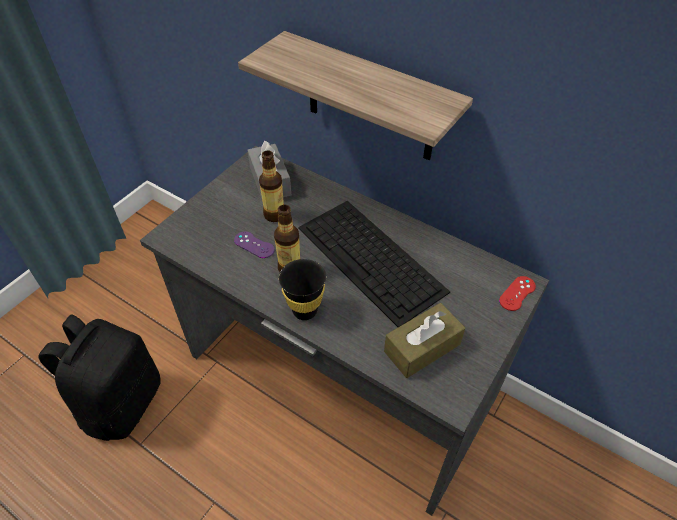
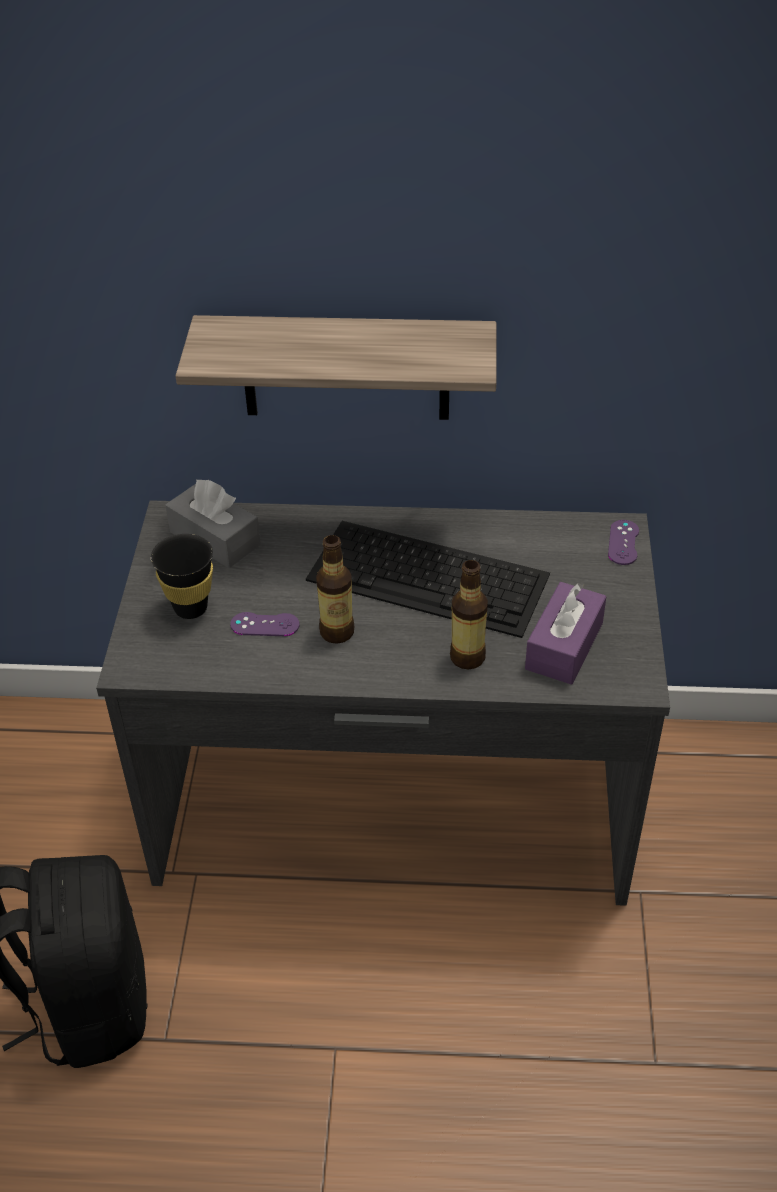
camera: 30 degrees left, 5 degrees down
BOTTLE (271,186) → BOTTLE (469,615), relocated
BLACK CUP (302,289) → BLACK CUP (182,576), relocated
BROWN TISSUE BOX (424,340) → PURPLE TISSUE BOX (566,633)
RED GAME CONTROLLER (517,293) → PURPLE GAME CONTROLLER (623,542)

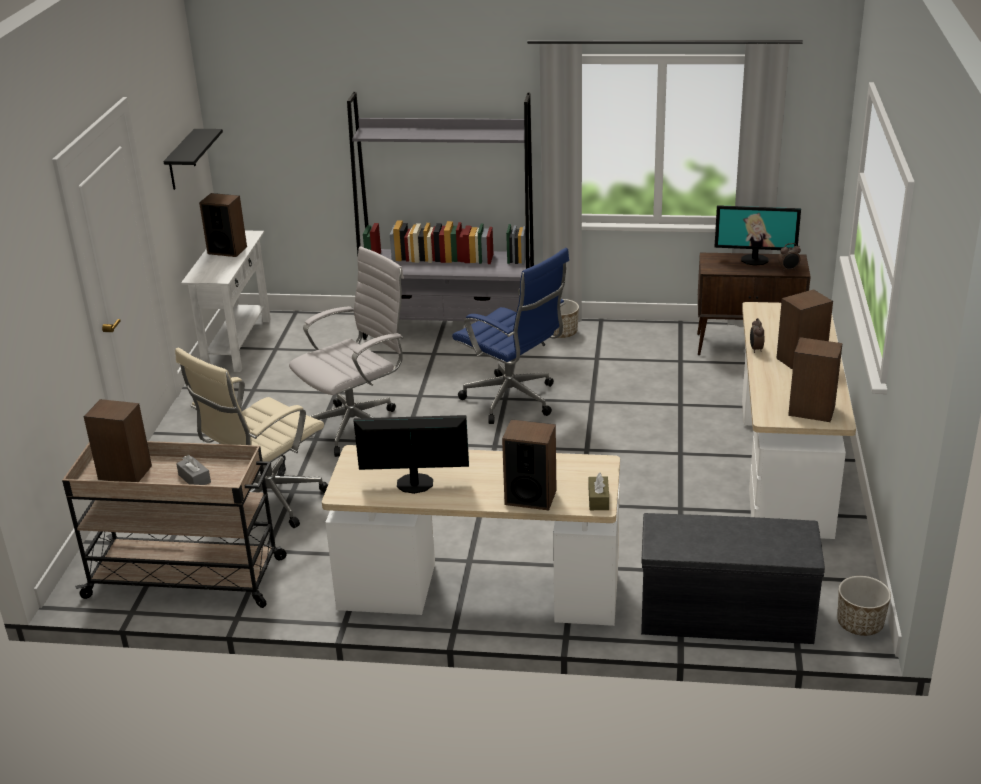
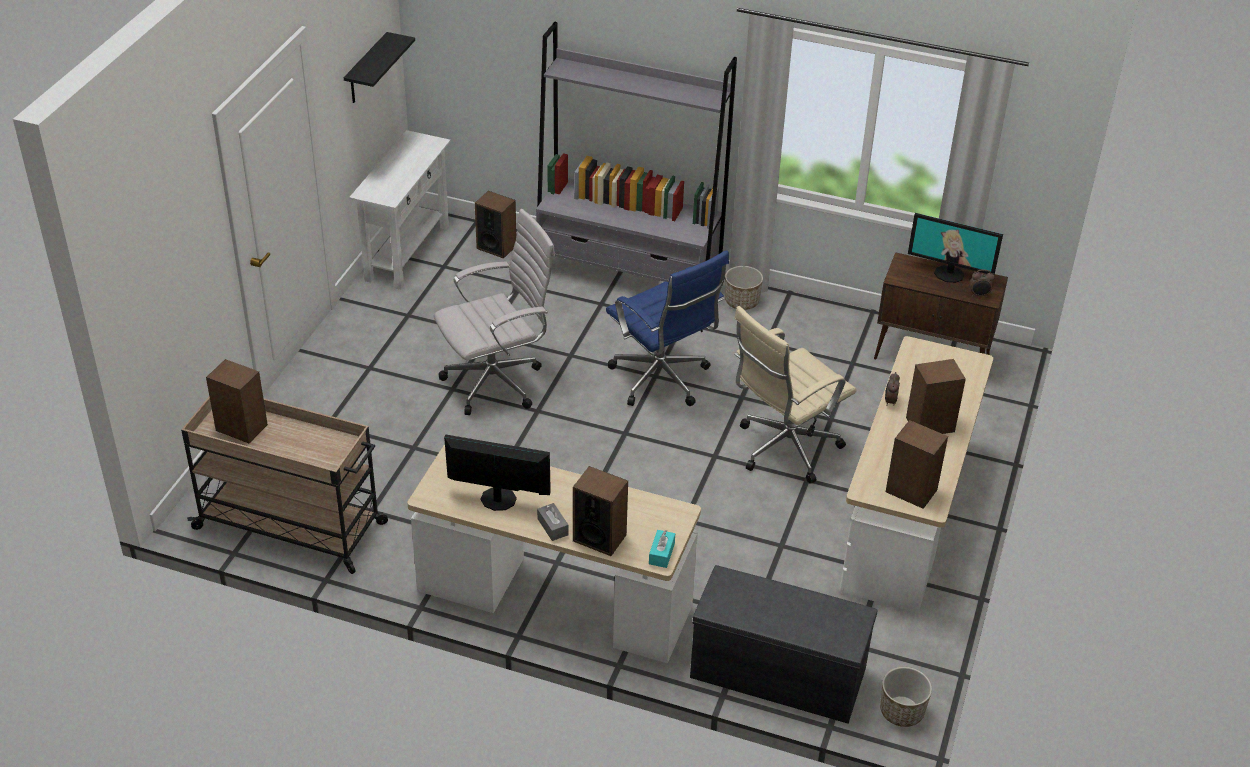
camera: 10 degrees right, 10 degrees up
BEIGE OFFICE CHAIR (251,438) → BEIGE OFFICE CHAIR (795,395), relocated
GREY TISSUE BOX (193,470) → GREY TISSUE BOX (553,522), relocated
SPEAKER (223,225) → SPEAKER (495,225), relocated
BROWN TISSUE BOX (599,491) → TURQUOISE TISSUE BOX (662,549)

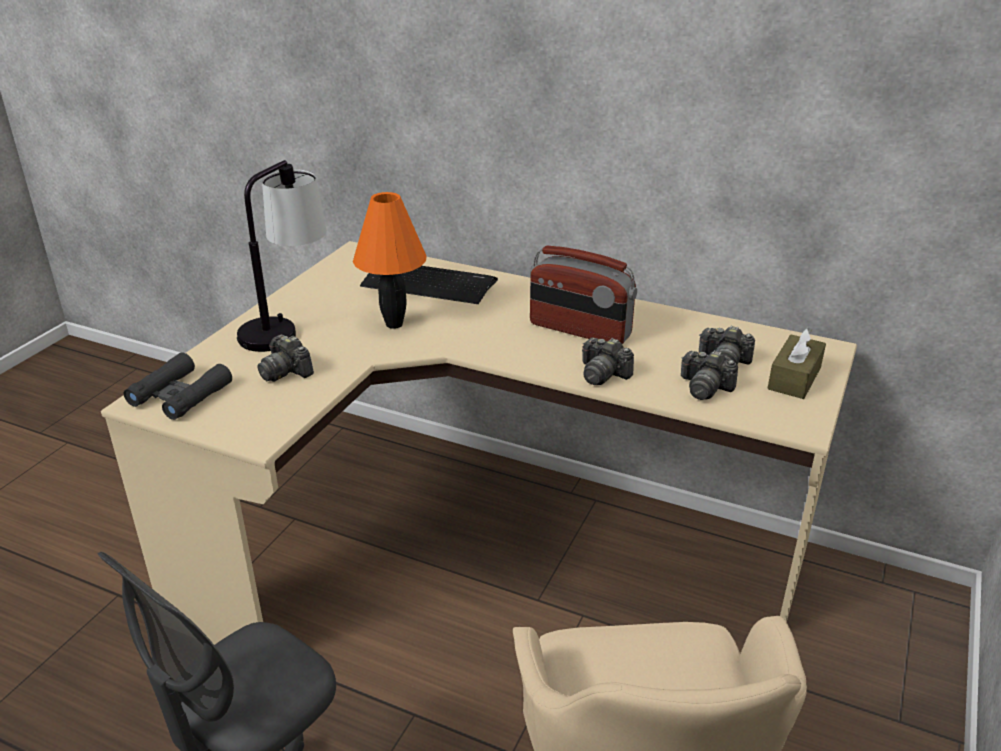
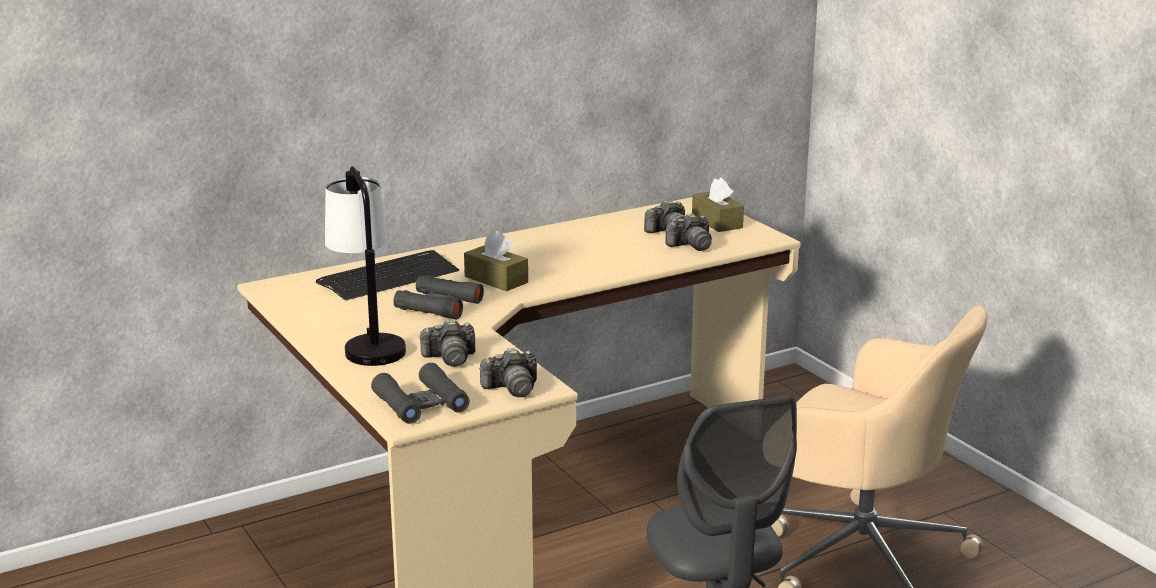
camera: 55 degrees left, 10 degrees down
RADIO (583,295) → -
- → BROWN TISSUE BOX (496,261)
PHOTO CAMERA (608,361) → PHOTO CAMERA (508,372), relocated
ORANGE TABLE LAMP (389,260) → BLACK BINOCULARS (438,297)

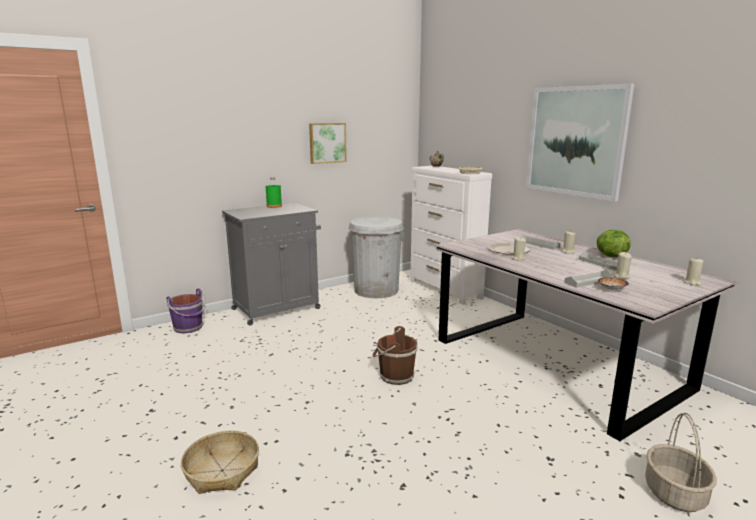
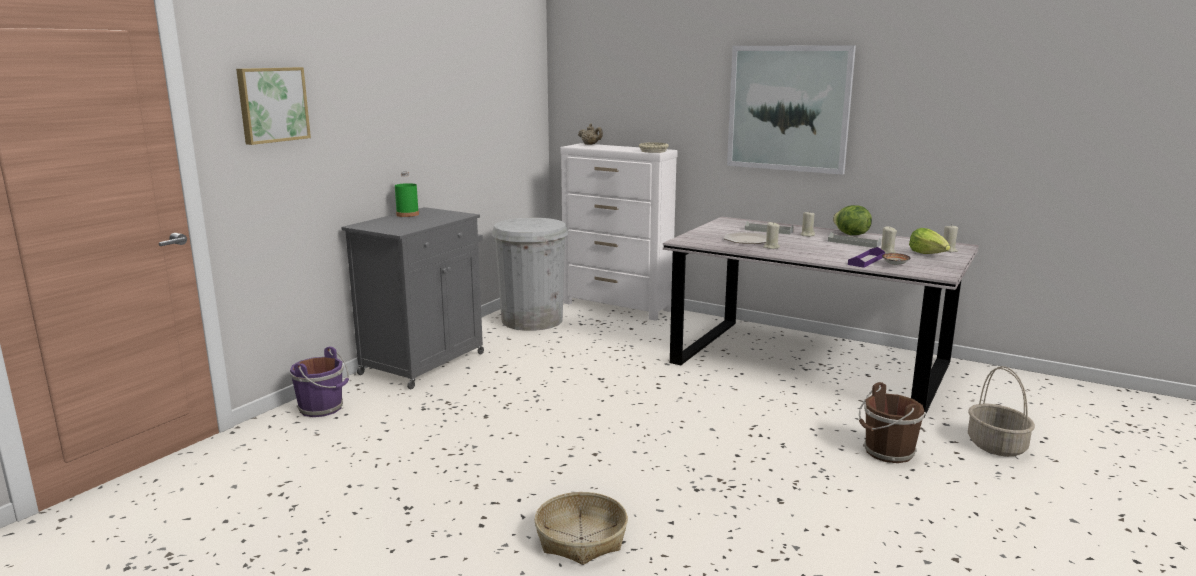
camera: 25 degrees left, 0 degrees up
- → LETTUCE (929,241)
PICTURE (328,143) → PICTURE (273,106), relocated
BROWN BUCKET (395,355) → BROWN BUCKET (892,422), relocated
GREY TRAY (589,279) → PURPLE TRAY (866,257)

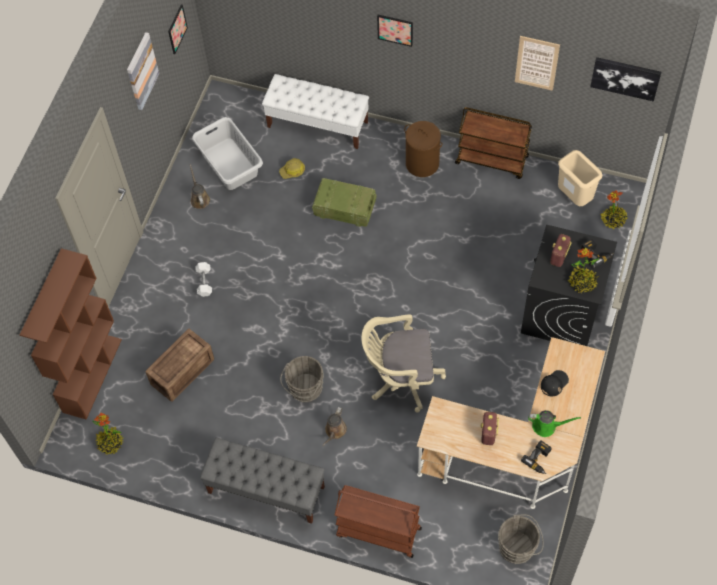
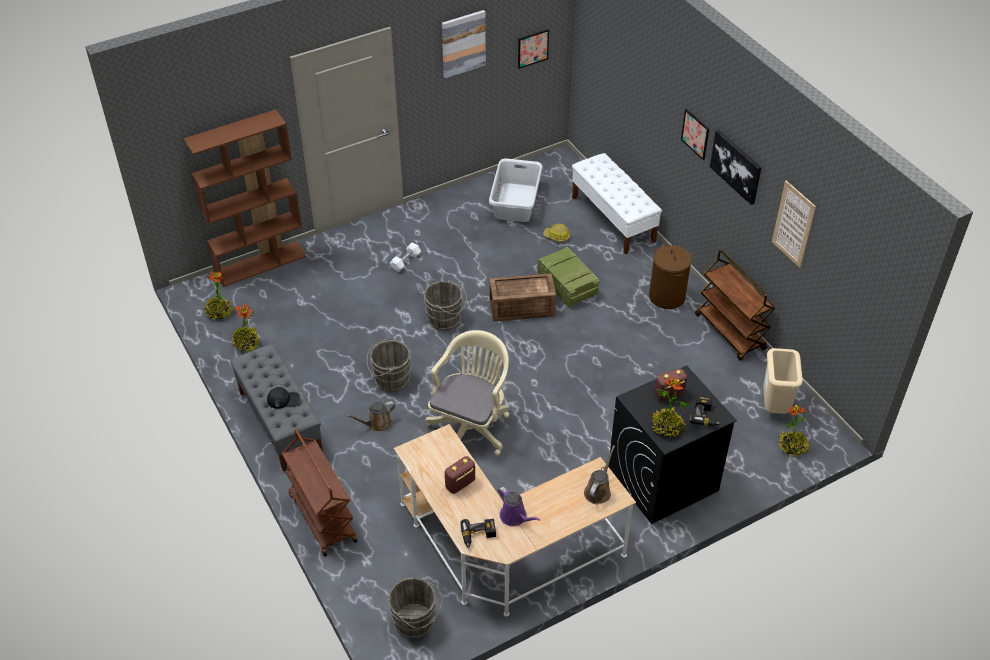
camera: 40 degrees right, 15 degrees down
- → POTTED PLANT (245,327)
- → GREY BUCKET (445,305)
CRATE (179,365) → CRATE (523,297), relocated
BROWN WATERING CAN (200,186) → BROWN WATERING CAN (599,474), relocated
BLACK CAP (555,383) → BLACK CAP (283,398), relocated
PICTURE (625,79) → PICTURE (736,167), relocated
GREEN WATERING CAN (554,423) → PURPLE WATERING CAN (519,507)
BEIGE OFFICE CHAIR (403,363) → BEIGE OFFICE CHAIR (467,393), 75 degrees clockwise

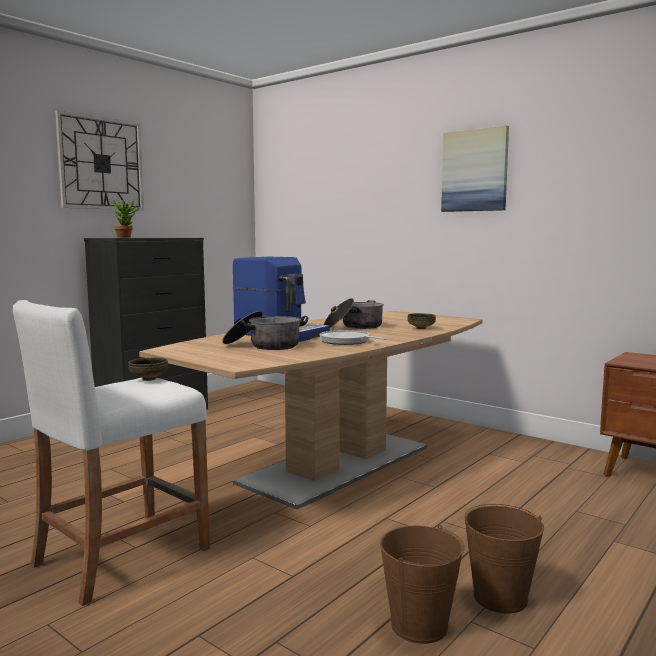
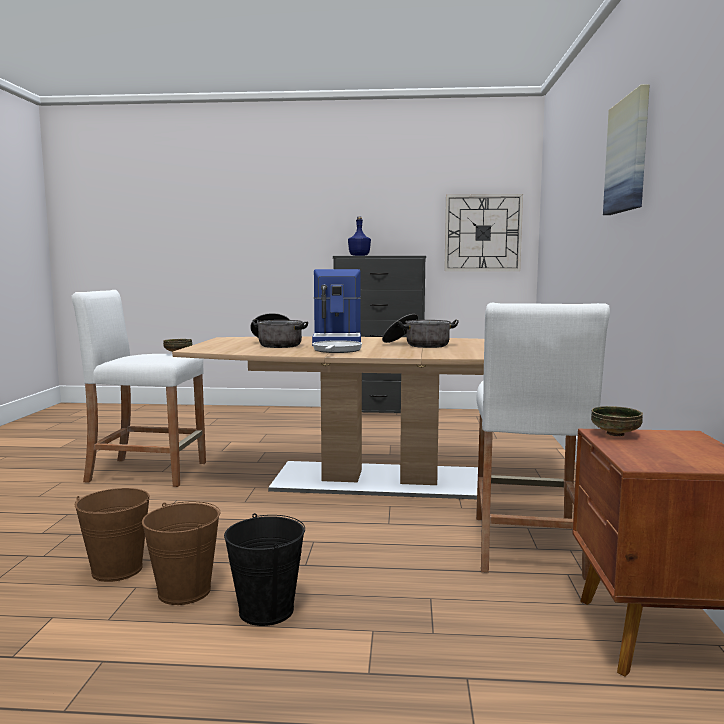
camera: 55 degrees right, 0 degrees up
- → BLACK BUCKET (264,569)
- → WHITE STOOL (543,441)
WALL CLOCK (99,160) → WALL CLOCK (483,232), relocated
BOWL (421,321) → BOWL (617,421), relocated
POTTED PLANT (126,218) → BLUE BOTTLE (359,236)

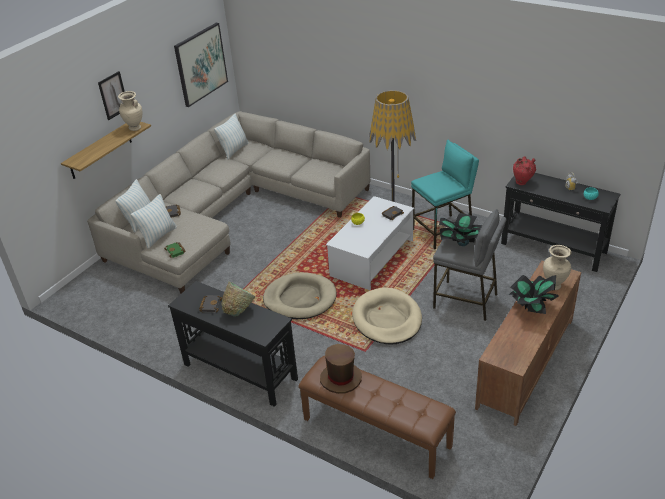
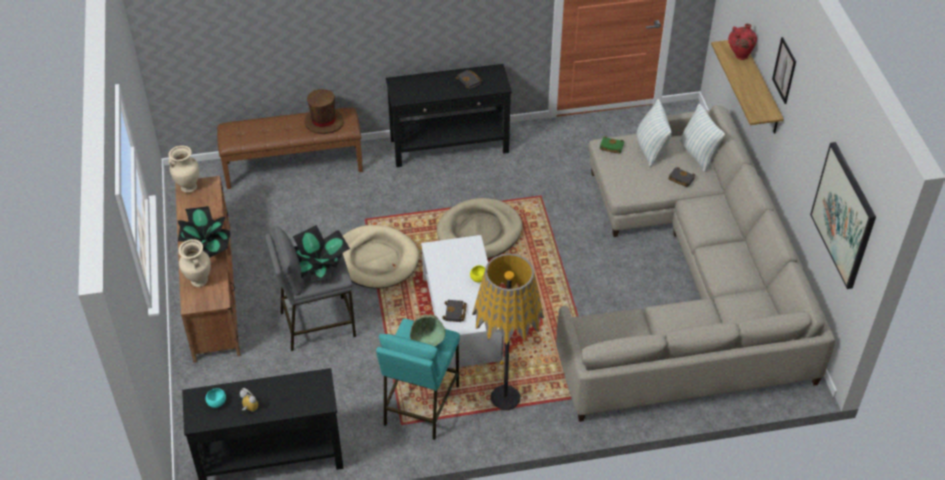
camera: 135 degrees right, 10 degrees up
PILLOW (231,136) → -
BEIGE VASE (130,111) → BEIGE VASE (183,169), relocated
GREEN BOWL (238,299) → GREEN BOWL (428,330), relocated
RED VASE (524,170) → RED VASE (742,42), relocated

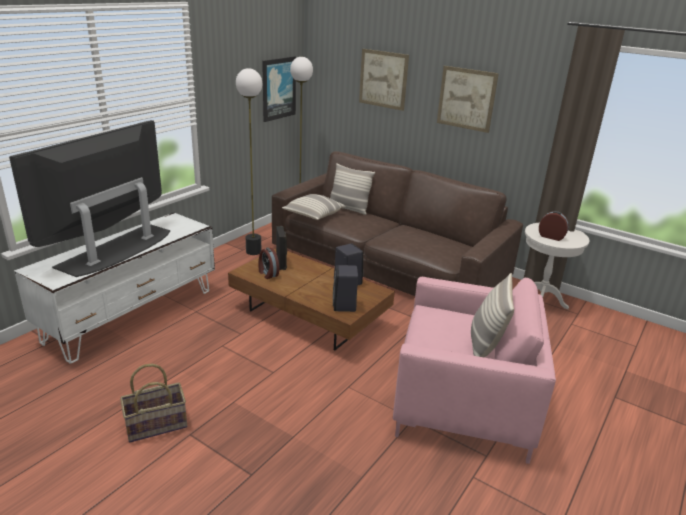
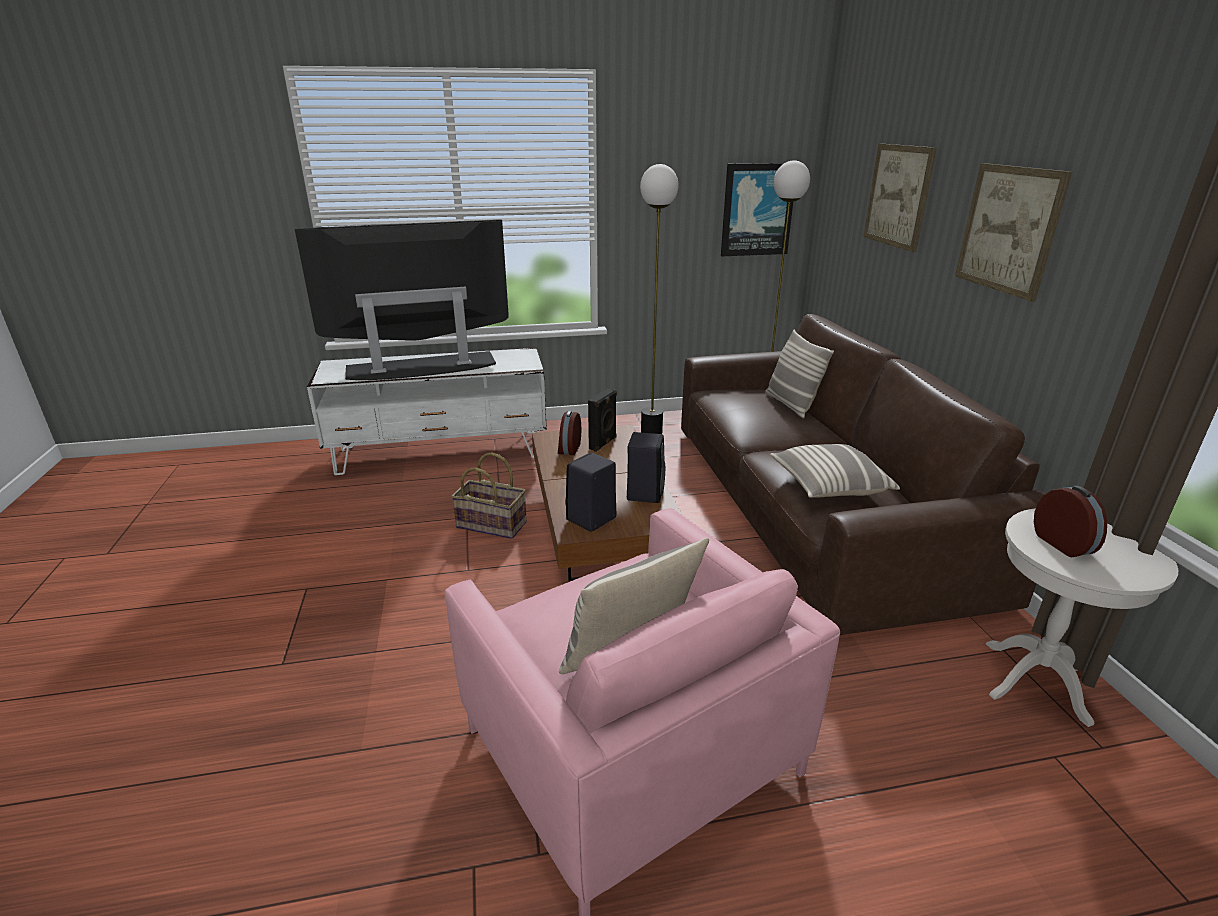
camera: 45 degrees right, 0 degrees up
BASKET (153,403) → BASKET (489,495), relocated
PILLOW (314,207) → PILLOW (835,471), relocated

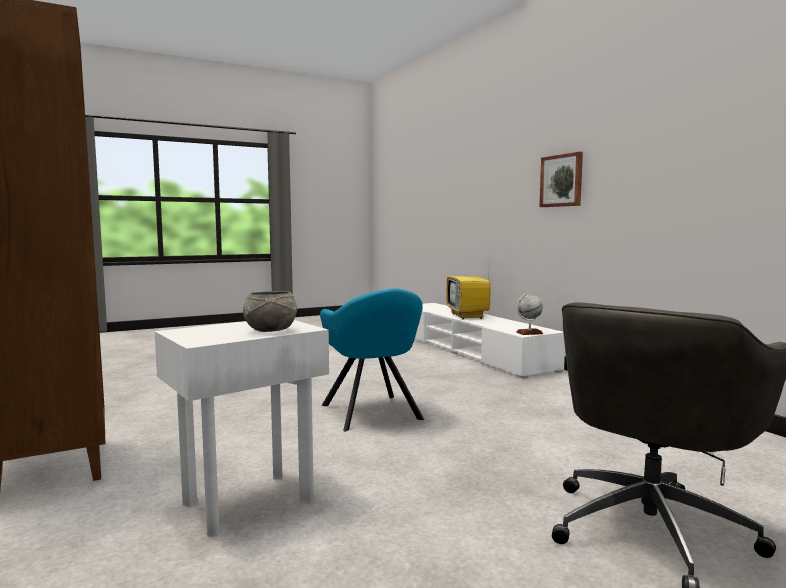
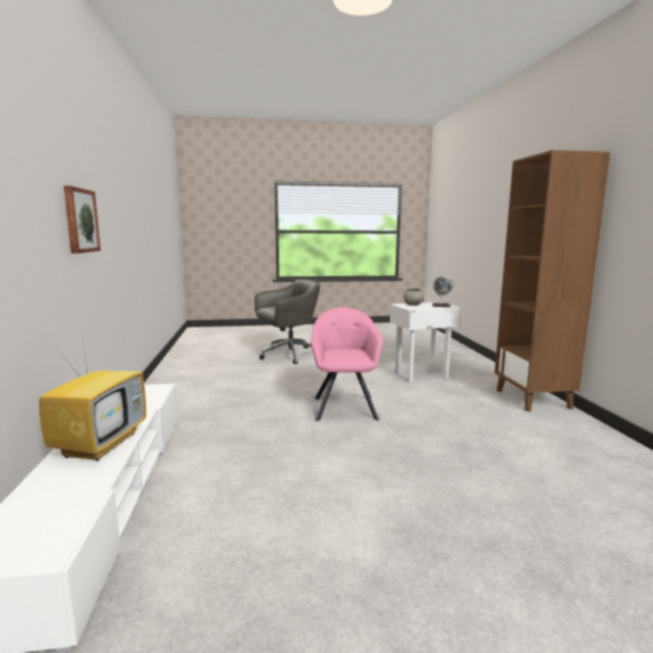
camera: 160 degrees left, 5 degrees up
GLOBE (529,314) → GLOBE (443,291), relocated
TURQUOISE ARMCHAIR (372,360) → PINK ARMCHAIR (347,364)

